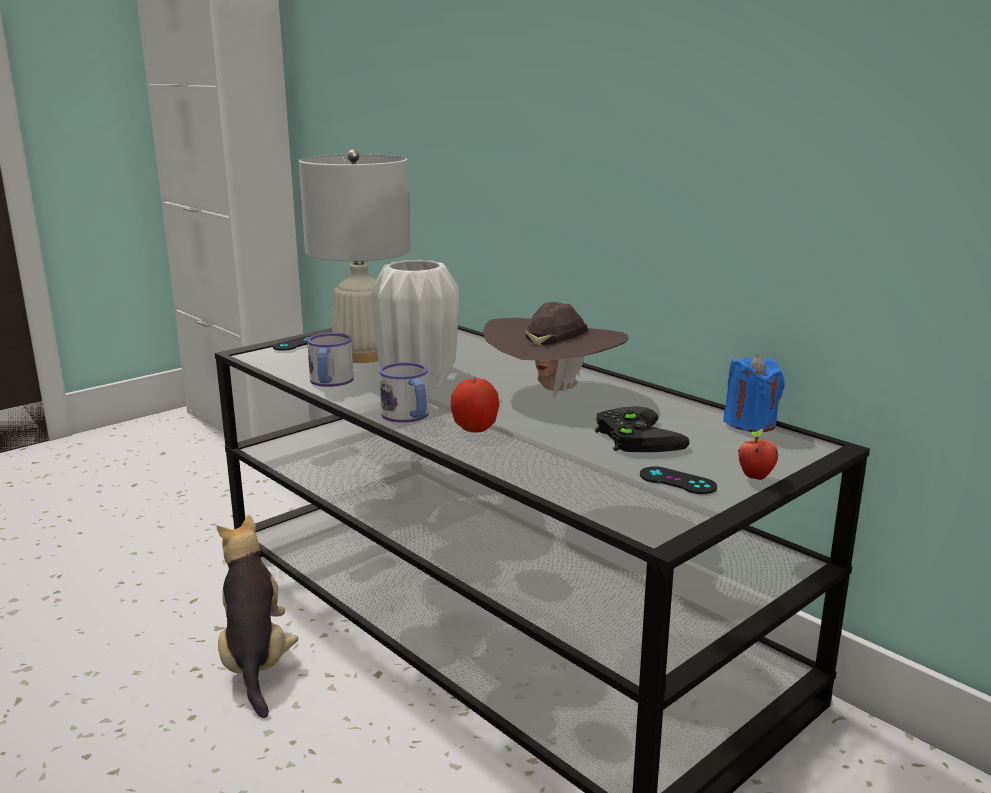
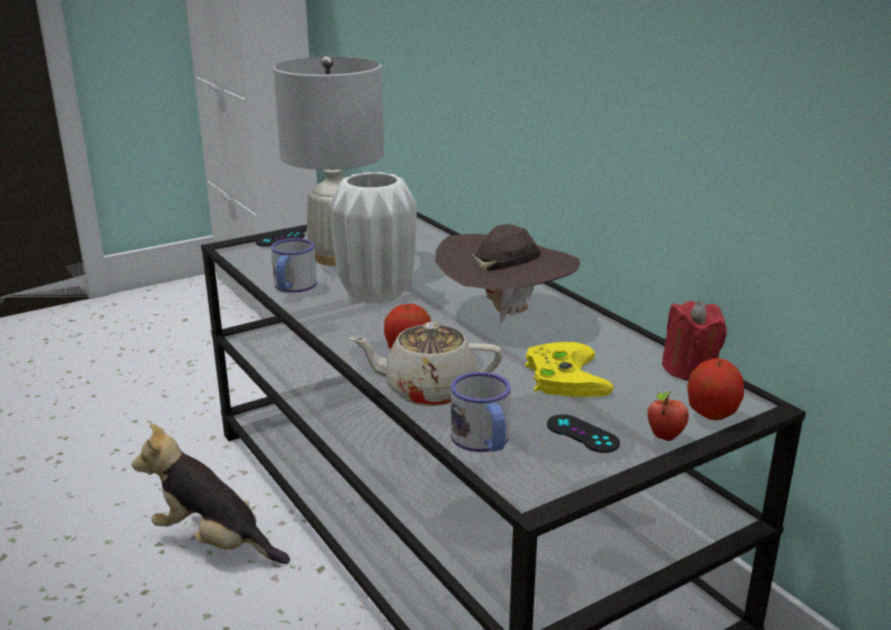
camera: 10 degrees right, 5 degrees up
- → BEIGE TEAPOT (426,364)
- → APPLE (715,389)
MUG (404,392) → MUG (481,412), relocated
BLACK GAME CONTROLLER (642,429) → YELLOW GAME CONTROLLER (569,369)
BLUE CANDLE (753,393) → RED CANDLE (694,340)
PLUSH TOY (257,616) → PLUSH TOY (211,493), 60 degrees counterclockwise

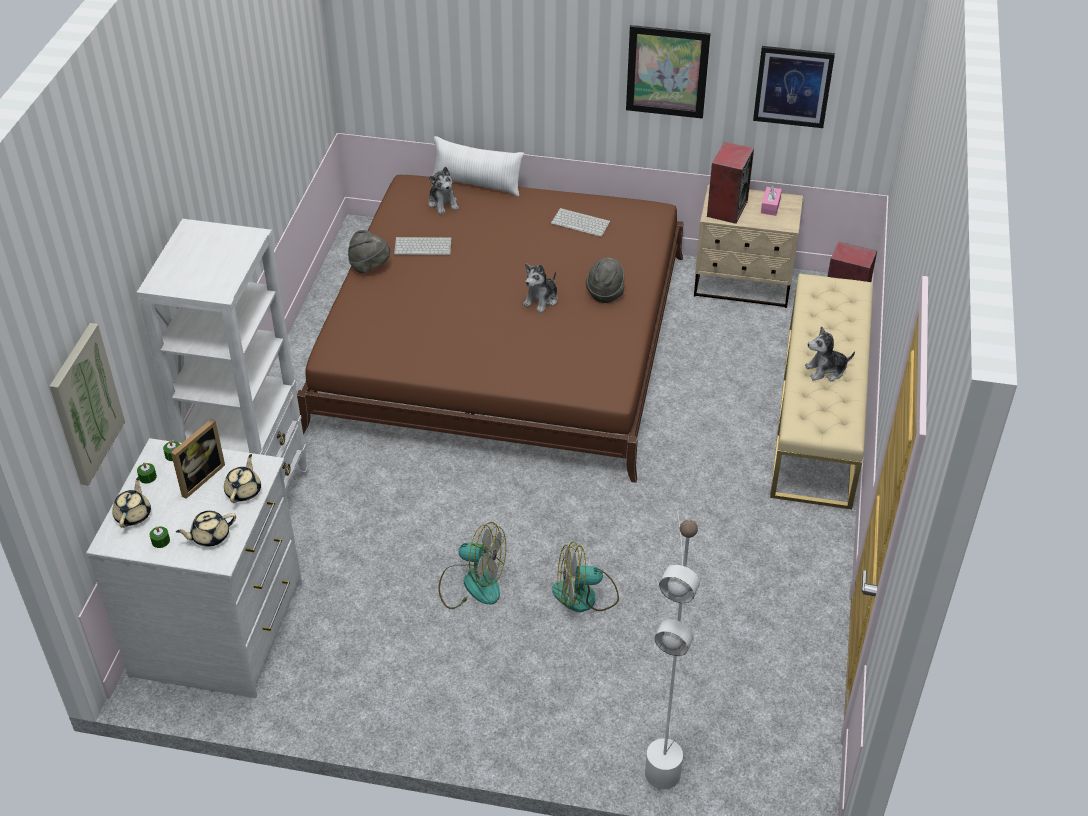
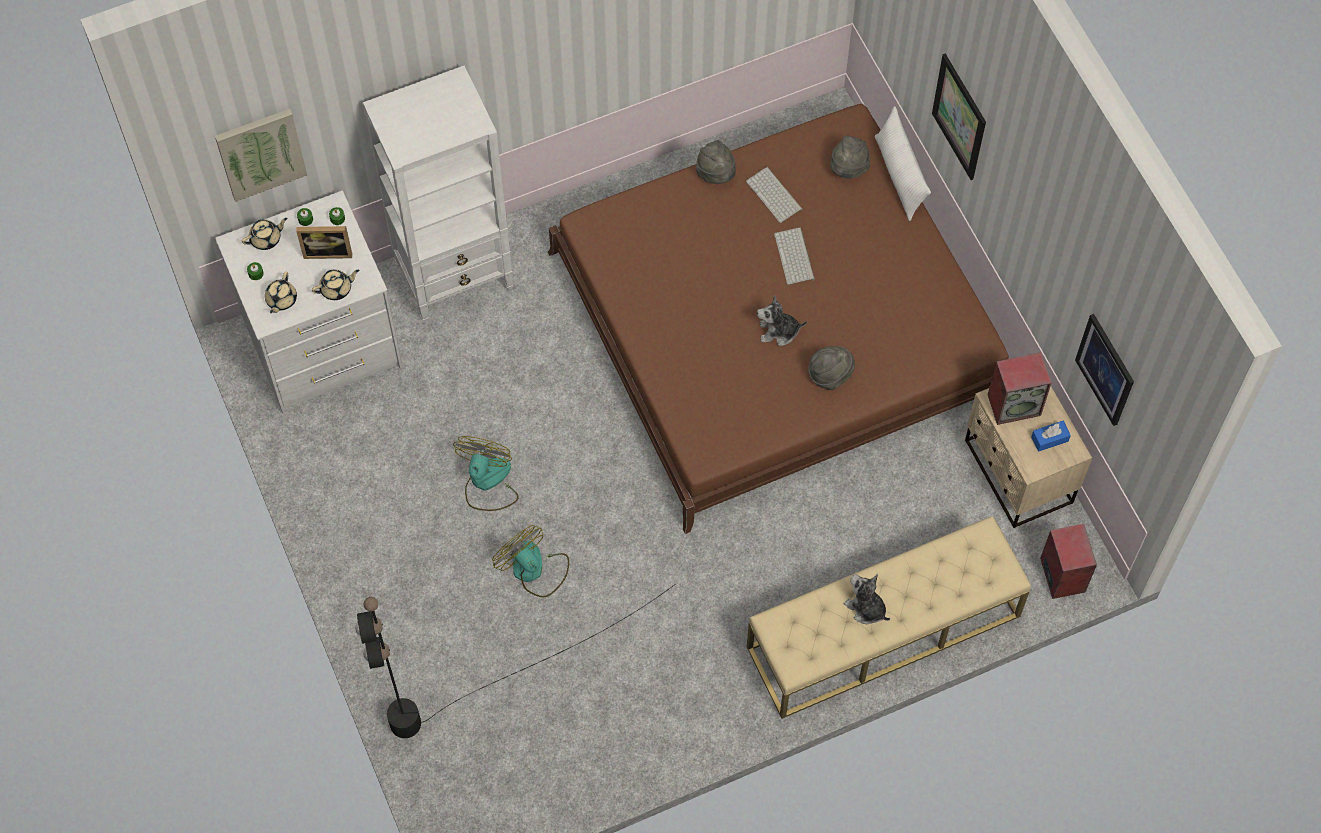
camera: 55 degrees right, 20 degrees up
KEYBOARD (581,222) → KEYBOARD (794,256), relocated
PICTURE (668,72) → PICTURE (959,117), relocated
PLUSH TOY (443,191) → GREY HAT (850,157)
WHITE FLOOR LAMP (672,650) → BLACK FLOOR LAMP (515,661)
PINK TISSUE BOX (771,200) → BLUE TISSUE BOX (1051,436)
BEIGE TEAPOT (206,529) → BEIGE TEAPOT (281,292), 105 degrees counterclockwise
FAN (472,565) → FAN (486,473), 150 degrees counterclockwise

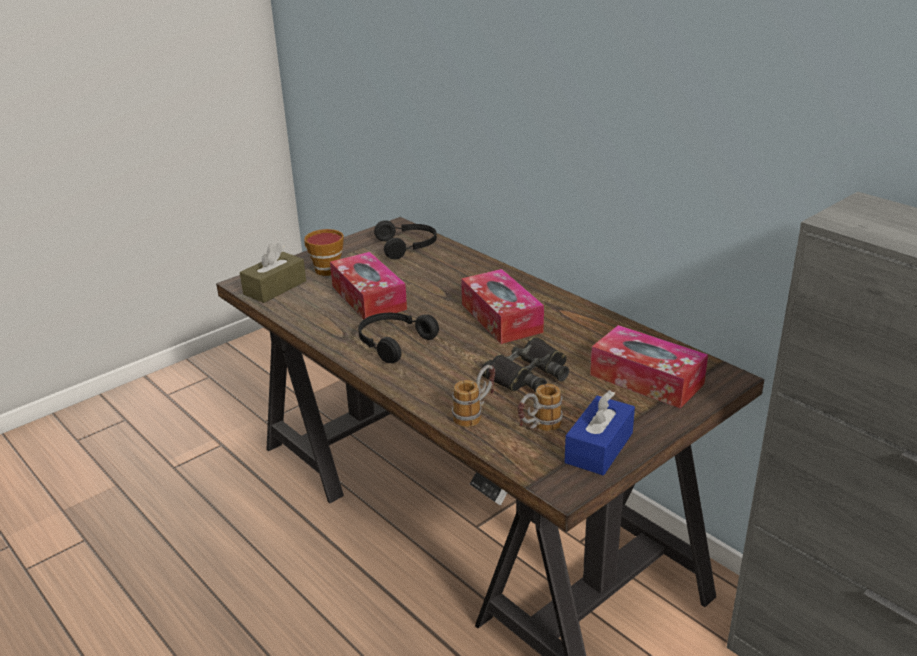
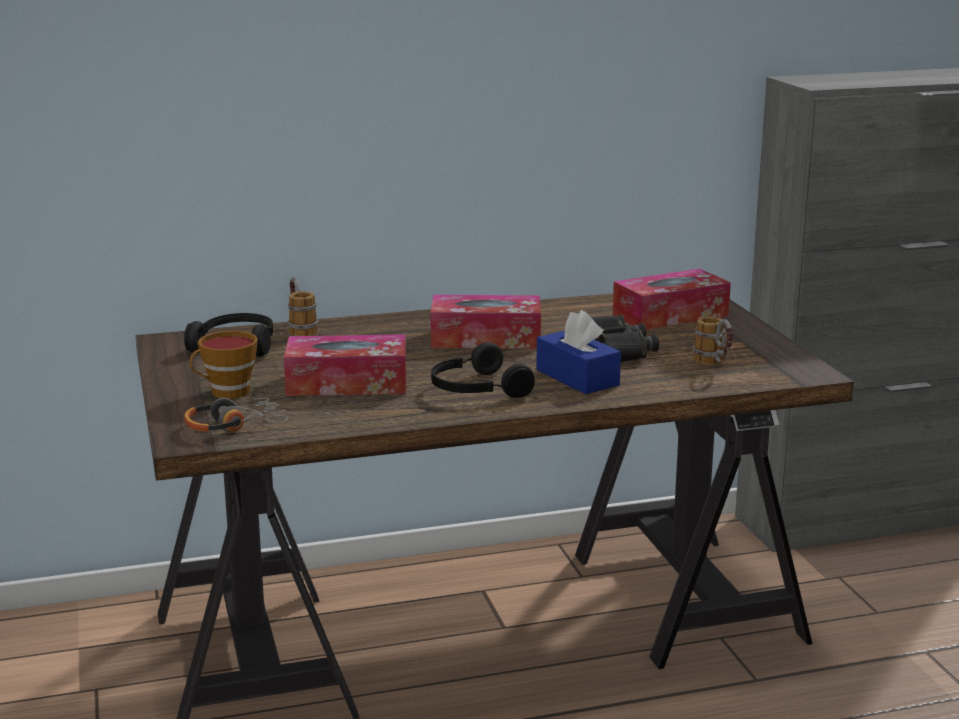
camera: 65 degrees left, 10 degrees down
MUG (473,396) → MUG (303,306), relocated
BLUE TISSUE BOX (599,432) → BLUE TISSUE BOX (578,352), relocated
BROWN TISSUE BOX (273,273) → HEADPHONES (236,413)

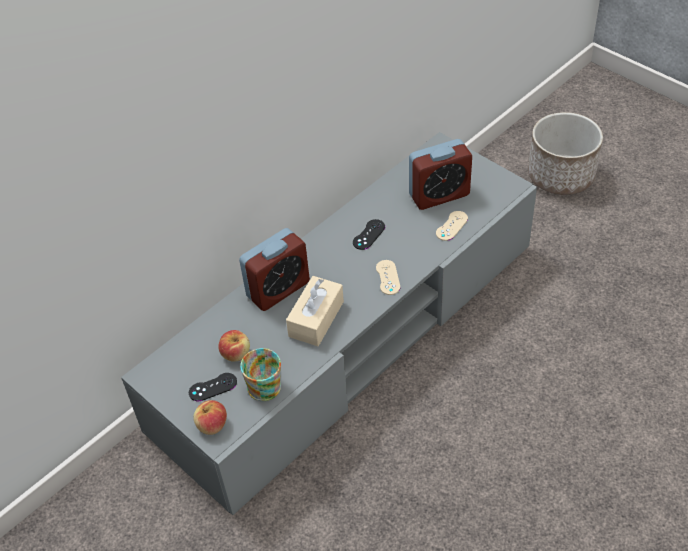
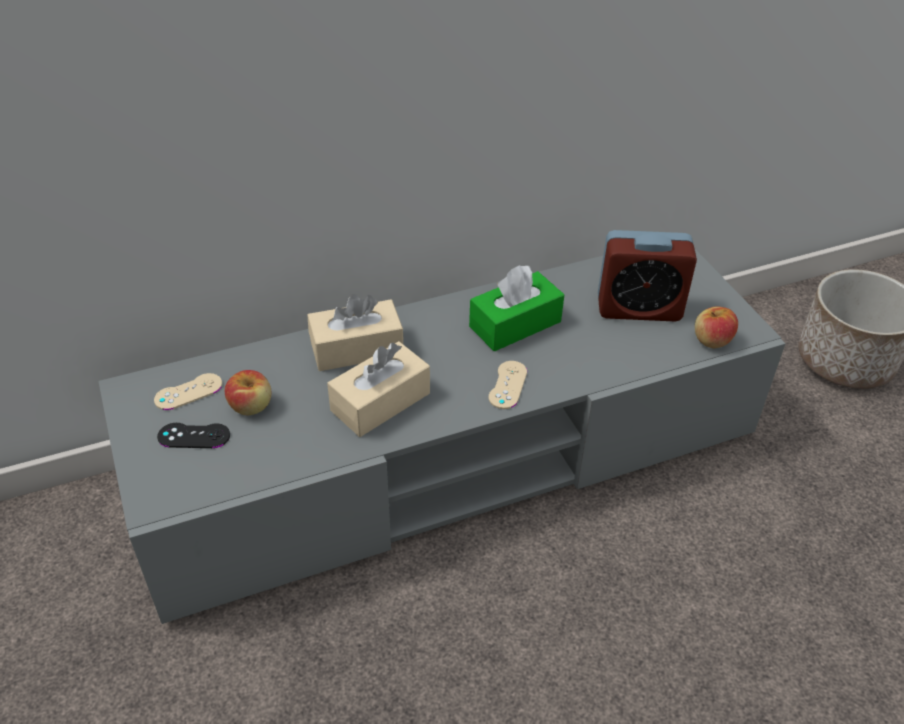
camera: 20 degrees right, 5 degrees down
MUG (260,374) → -
APPLE (210,417) → APPLE (716,327), relocated
BEIGE GAME CONTROLLER (452,226) → BEIGE GAME CONTROLLER (188,391), relocated
ALARM CLOCK (274,269) → BEIGE TISSUE BOX (355,332)
BLACK GAME CONTROLLER (369,234) → GREEN TISSUE BOX (517,308)

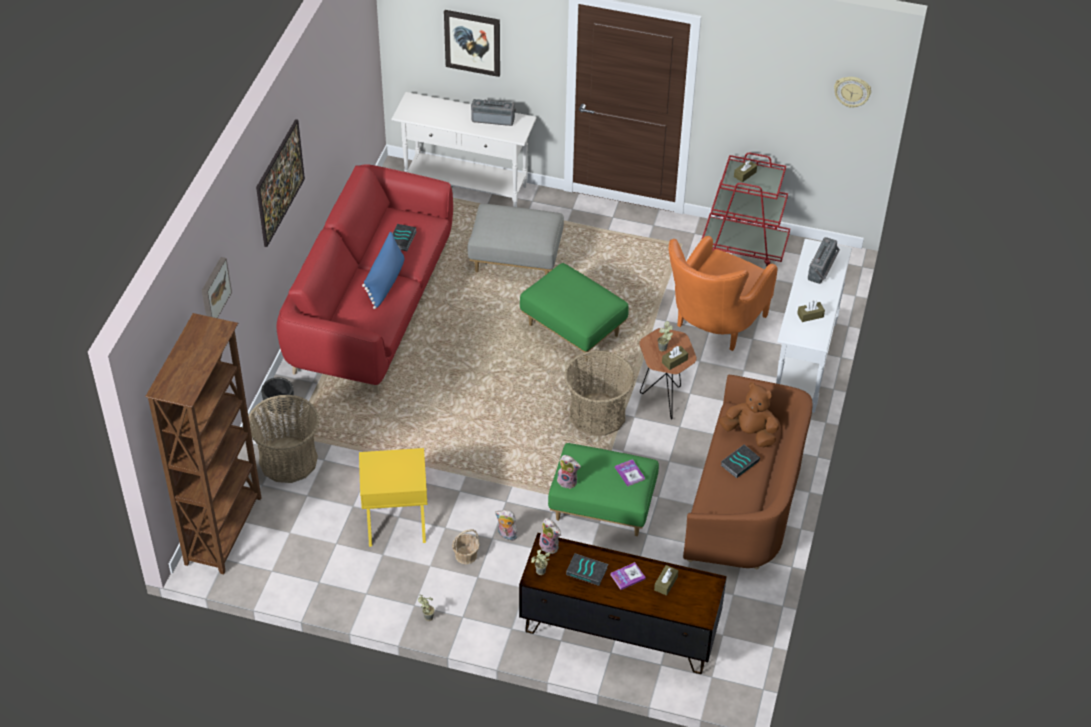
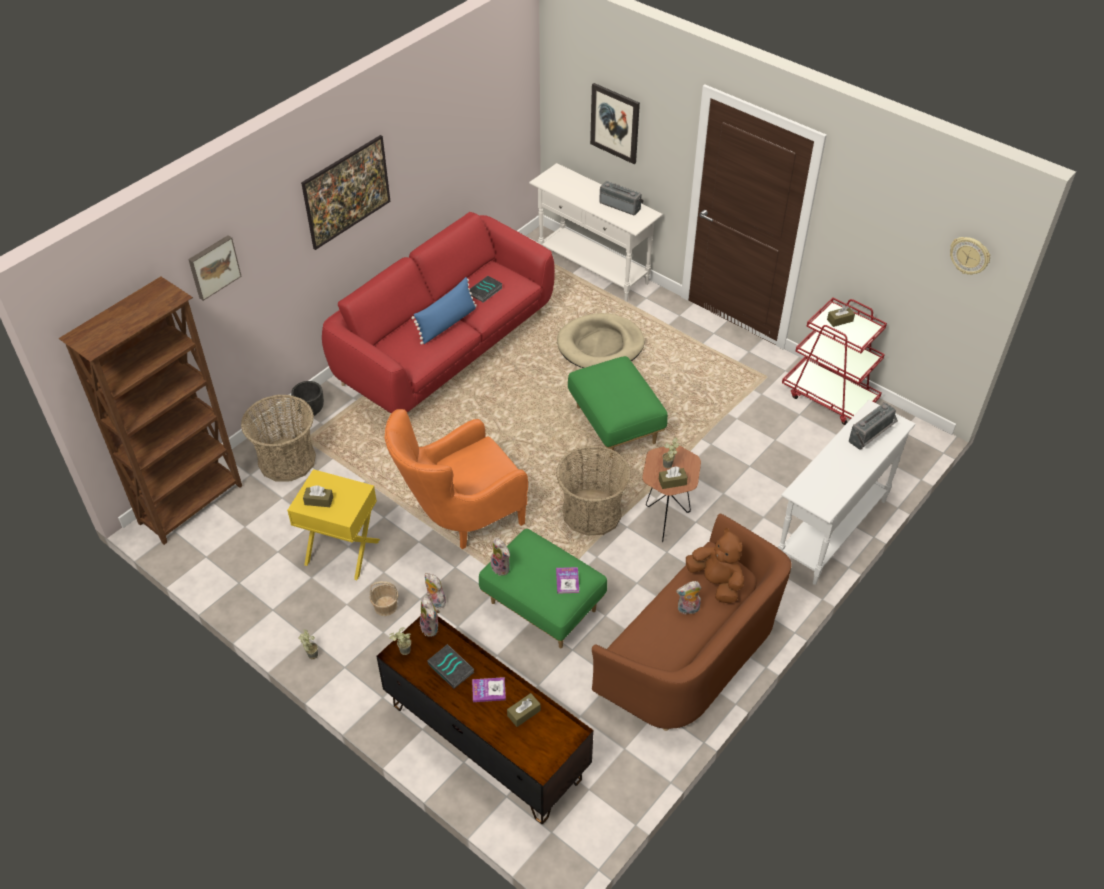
camera: 25 degrees right, 0 degrees up
ORANGE ARMCHAIR (723,293) → ORANGE ARMCHAIR (456,479), relocated
BROWN TISSUE BOX (811,311) → BROWN TISSUE BOX (318,496), relocated
GREY OTTOMAN (516,239) → BEIGE DOG BED (601,340)
BOOK (740,461) → PLUSH TOY (688,598)

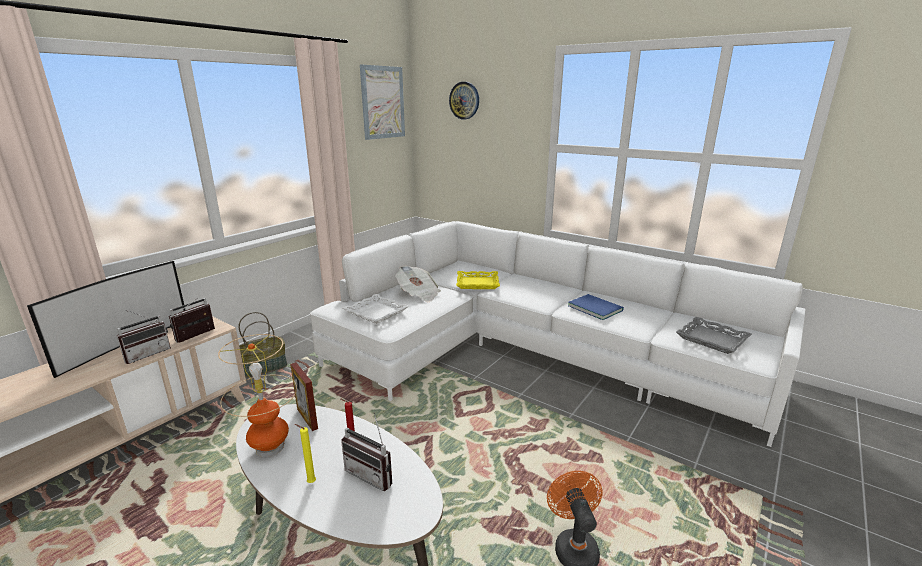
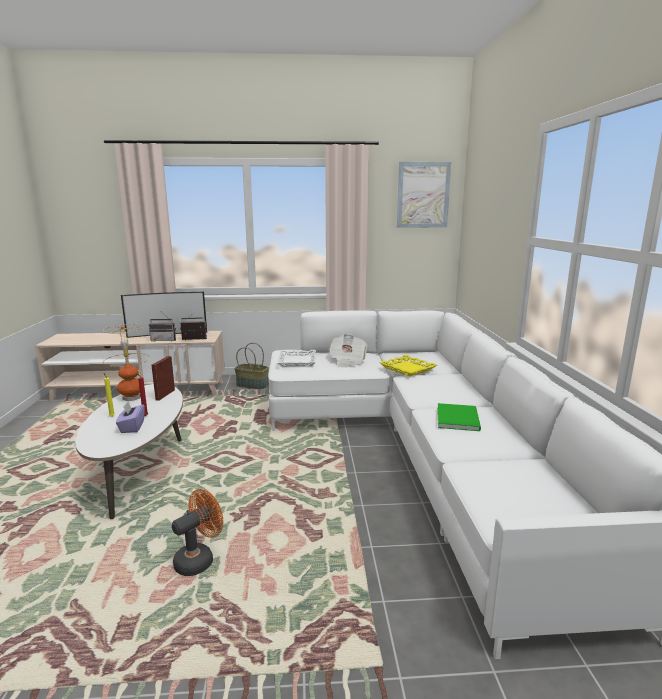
camera: 50 degrees right, 5 degrees down
WALL CLOCK (464,101) → -
GREY TRAY (714,335) → -
RADIO (366,451) → PURPLE TISSUE BOX (130,417)
BLUE BOOK (596,307) → GREEN BOOK (459,417)

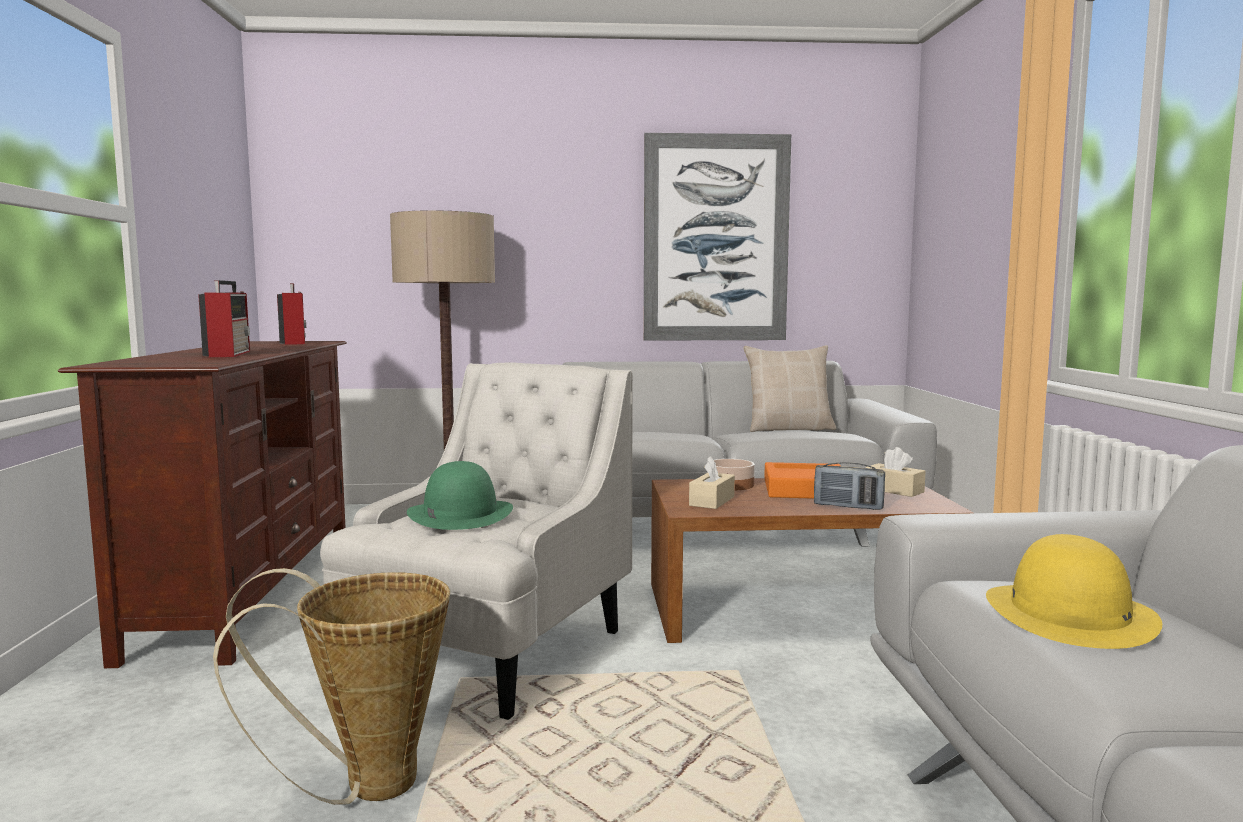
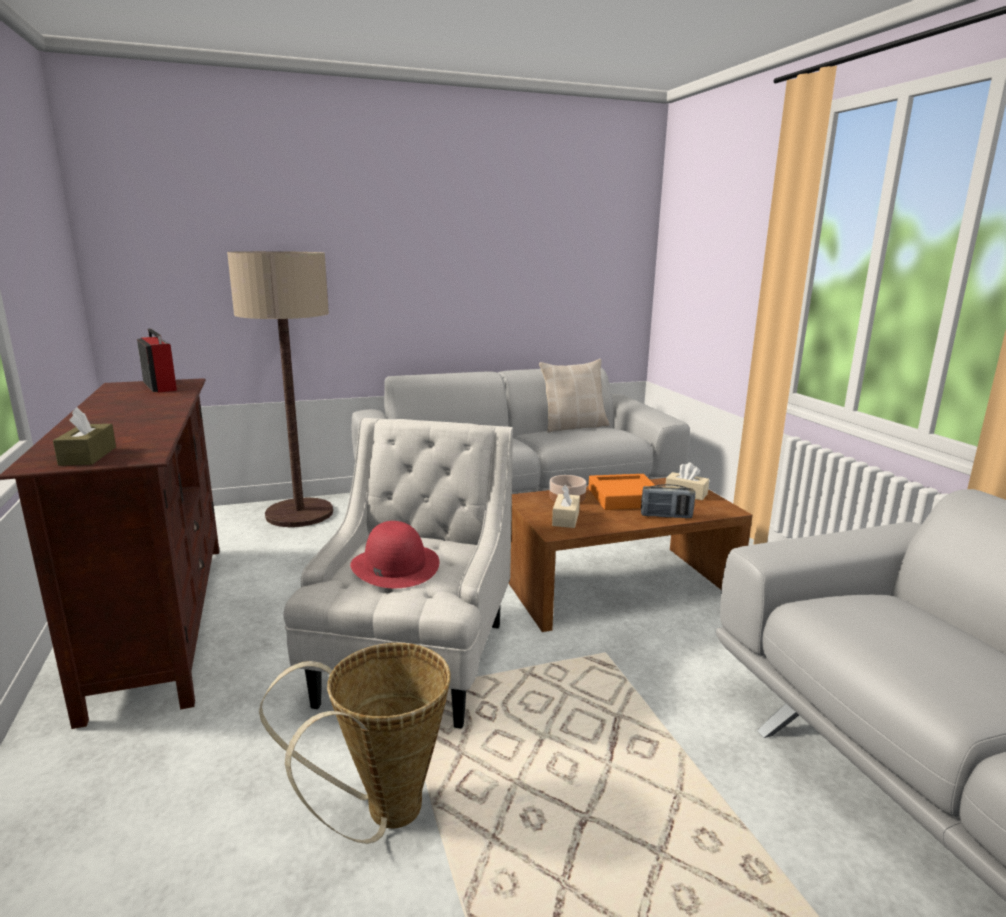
camera: 15 degrees left, 10 degrees up
RADIO (224,318) → -
PICTURE (717,237) → -
YELLOW HAT (1074,591) → -
- → BROWN TISSUE BOX (84,436)
GREEN HAT (460,495) → RED HAT (394,554)

